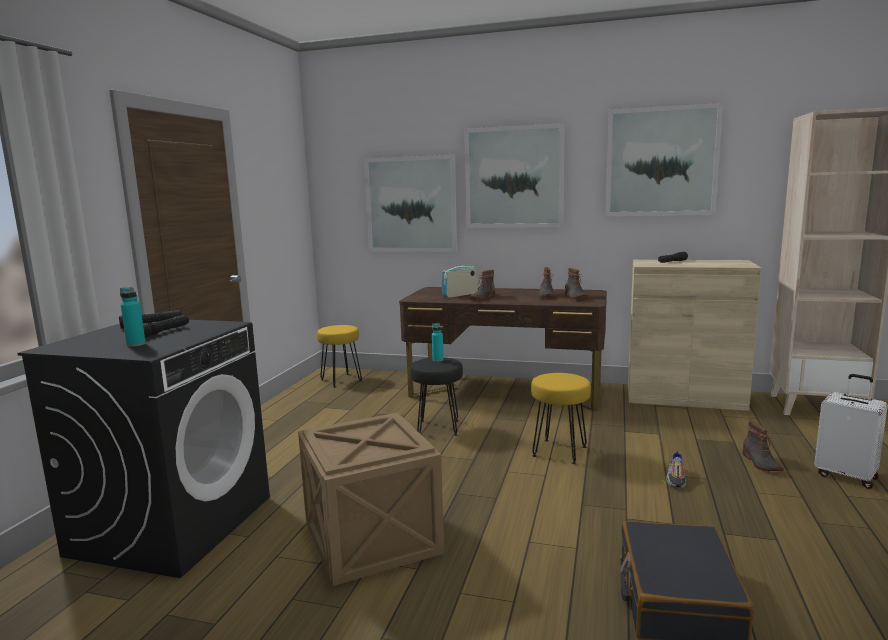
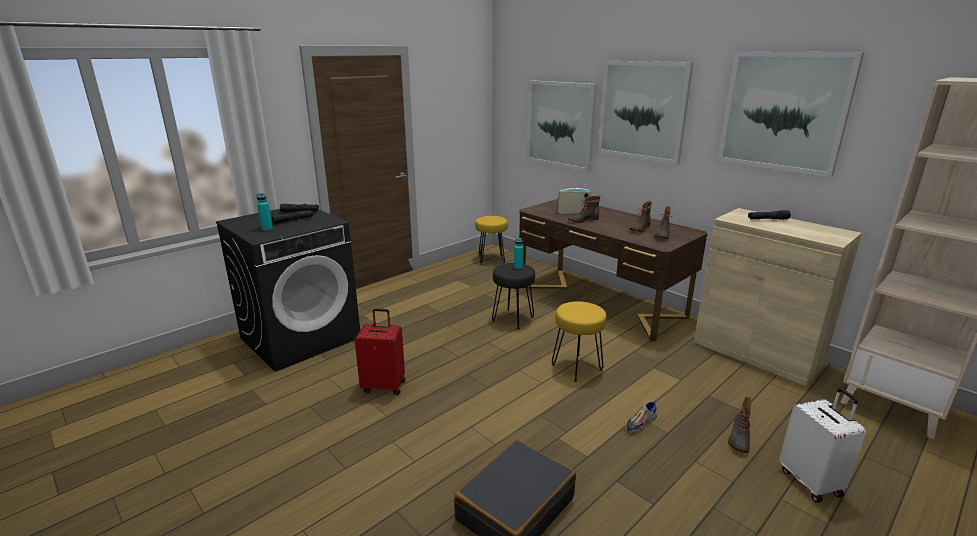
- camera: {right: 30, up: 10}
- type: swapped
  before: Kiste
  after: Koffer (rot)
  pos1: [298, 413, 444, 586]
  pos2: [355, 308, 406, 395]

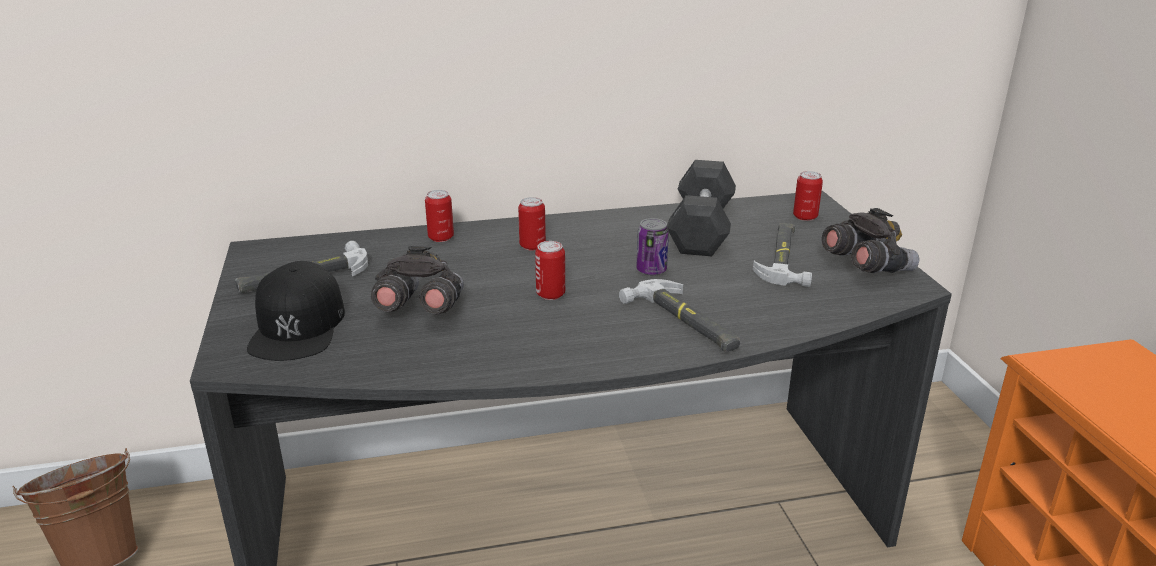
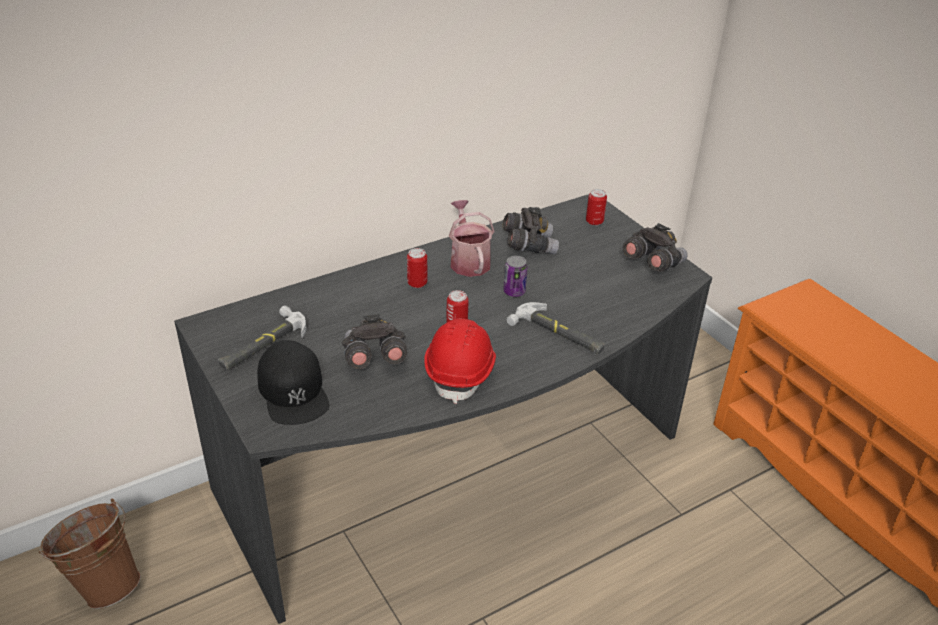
- camera: {right: -20, up: 10}
- type: new
  after: Schutzhelm (rot)
  pos2: [424, 319, 496, 404]
- type: new
  after: Gießkanne
  pos2: [449, 200, 495, 277]
- type: swapped
  before: Hantel (grau)
  after: Fernglas (grau)
  pos1: [667, 160, 736, 256]
  pos2: [503, 207, 559, 254]
- type: gone
  before: Dose
  pos1: [425, 190, 454, 242]
- type: gone
  before: Hammer
  pos1: [753, 223, 812, 287]

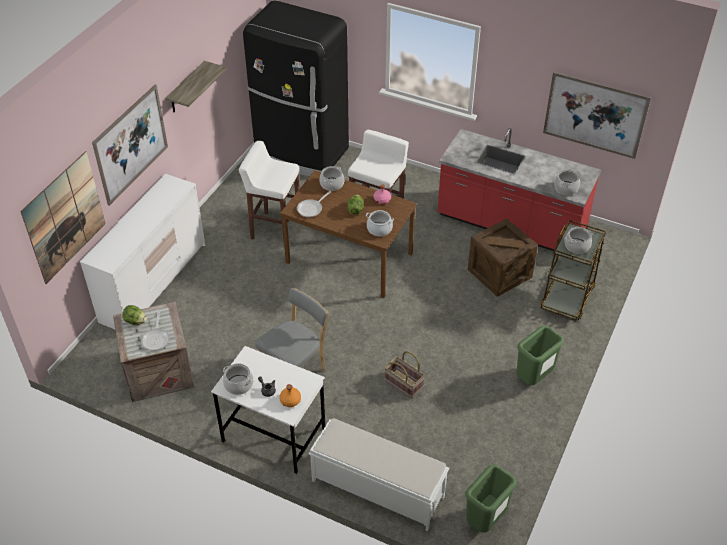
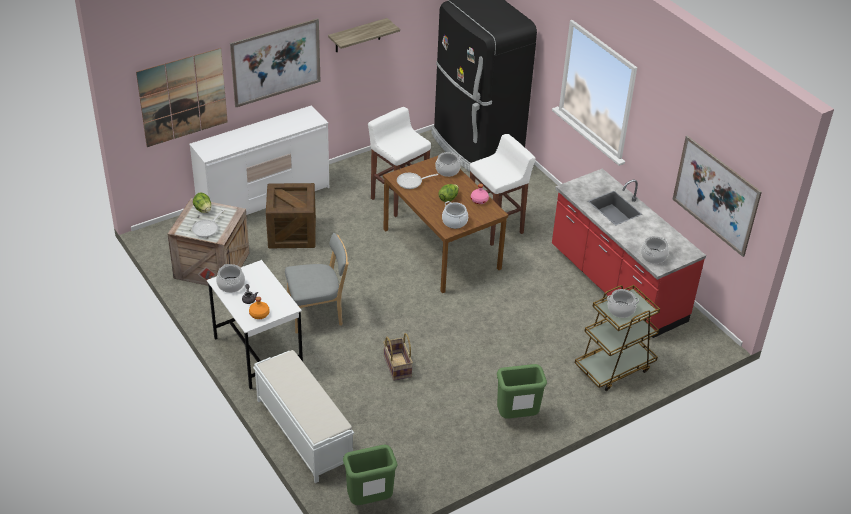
- camera: {right: 30, up: -5}
- type: shifted
  before: Kiste
  pos1: [468, 219, 538, 297]
  pos2: [266, 183, 316, 248]

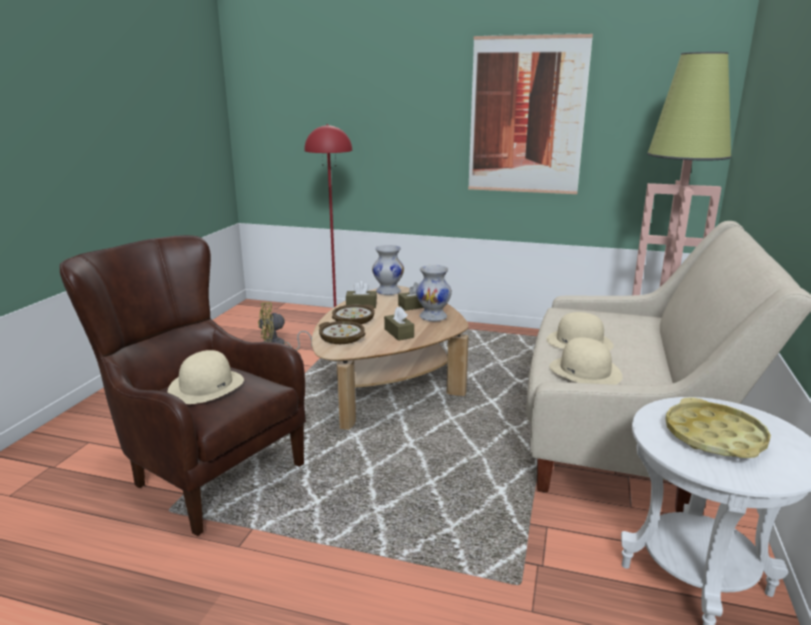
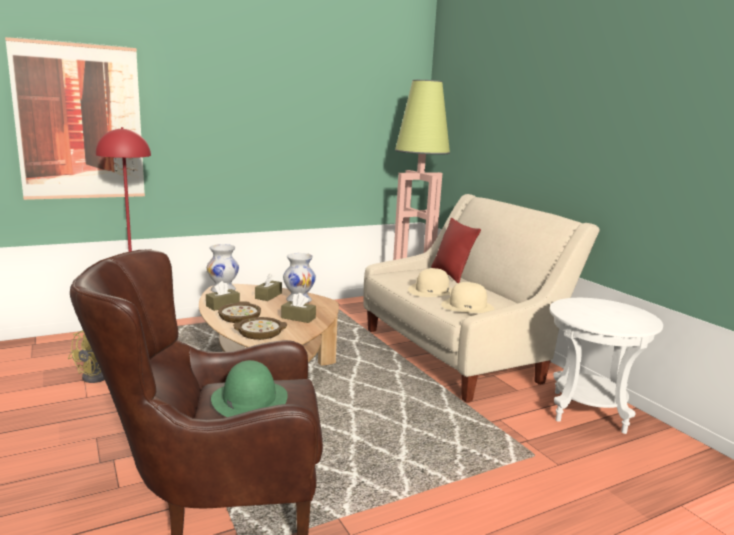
- camera: {right: -45, up: -5}
- type: shifted
  before: Bild
  pos1: [468, 33, 593, 194]
  pos2: [5, 37, 145, 200]
- type: repainted
  before: Hut (beige)
  after: Hut (grün)
  pos1: [167, 350, 244, 404]
  pos2: [211, 360, 288, 417]
- type: new
  after: Kissen (rot)
  pos2: [431, 218, 481, 283]
- type: gone
  before: Tablett (gelb)
  pos1: [665, 398, 771, 458]

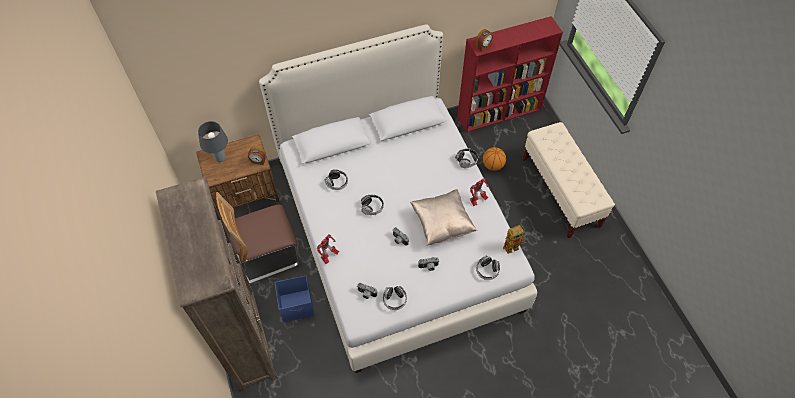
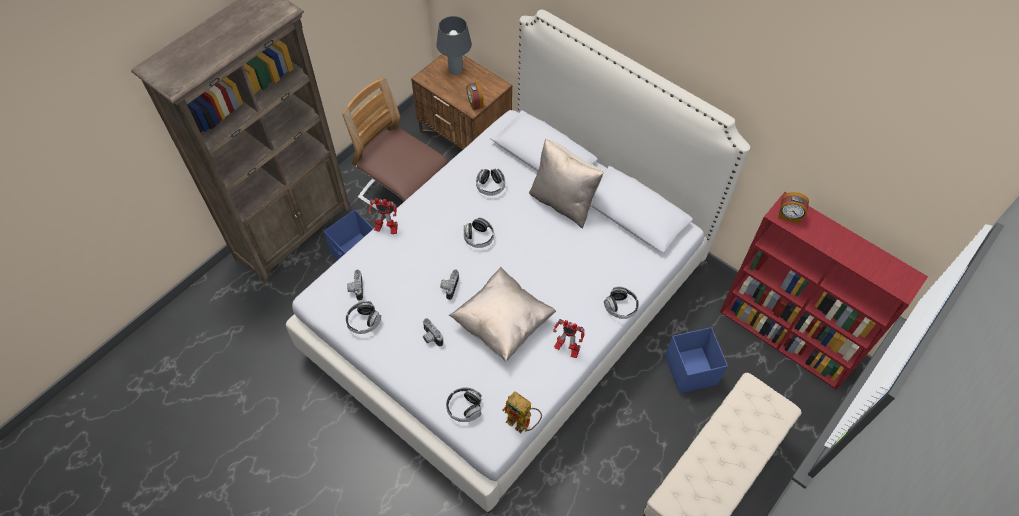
- camera: {right: 60, up: 0}
- type: new
  after: Kissen (beige)
  pos2: [529, 138, 604, 228]
- type: swapped
  before: Basketball
  after: Aufbewahrungsbox (blau)
  pos1: [483, 147, 506, 171]
  pos2: [665, 327, 728, 394]

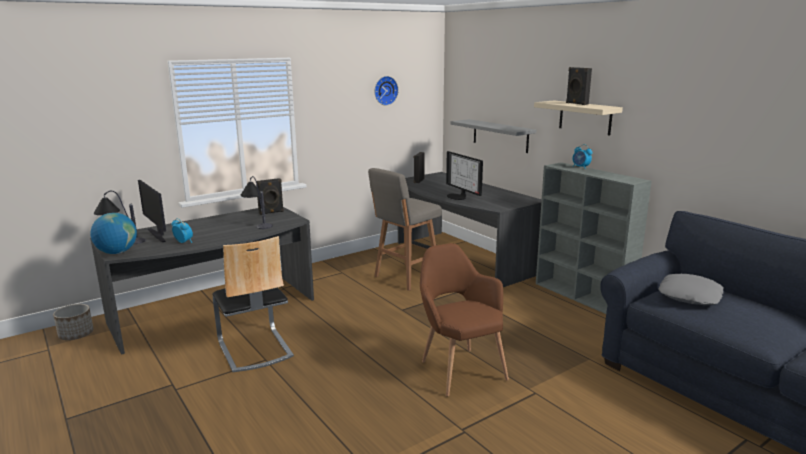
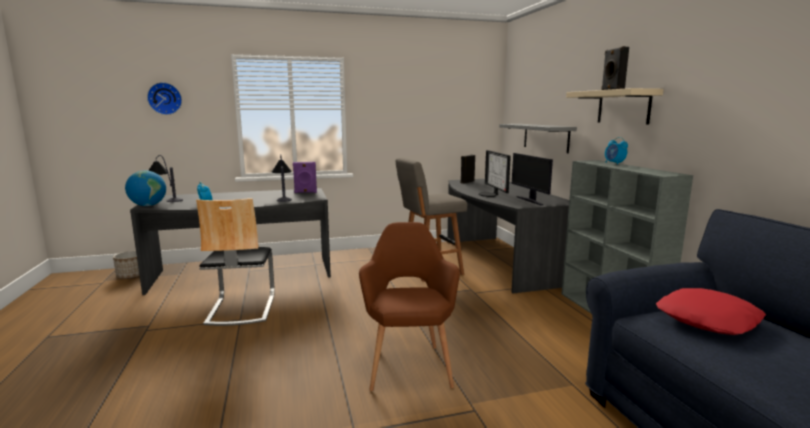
- camera: {right: 20, up: -5}
- type: shifted
  before: Wanduhr
  pos1: [374, 76, 398, 106]
  pos2: [147, 82, 182, 115]
- type: repainted
  before: Lautsprecher (schwarz)
  after: Lautsprecher (lila)
  pos1: [256, 178, 284, 215]
  pos2: [293, 162, 317, 193]
- type: shifted
  before: Monitor
  pos1: [138, 180, 166, 242]
  pos2: [512, 153, 553, 205]
- type: repainted
  before: Kissen (grau)
  after: Kissen (rot)
  pos1: [658, 274, 723, 305]
  pos2: [656, 288, 766, 335]

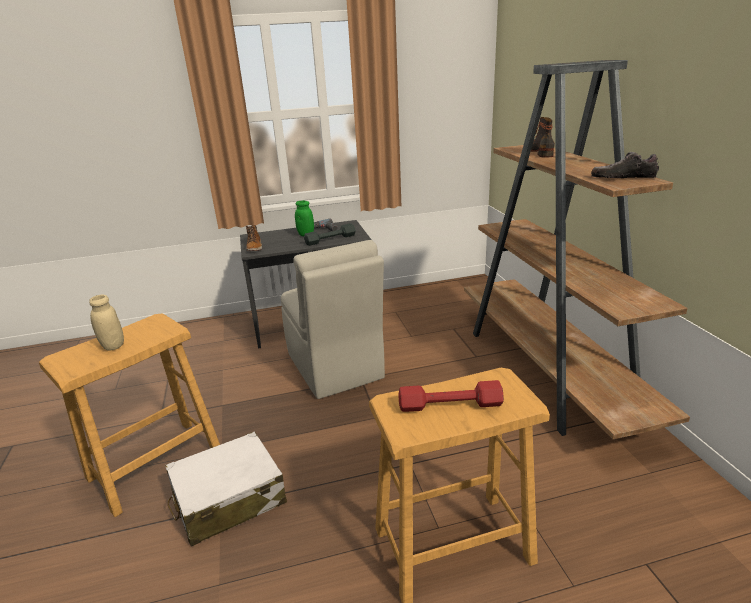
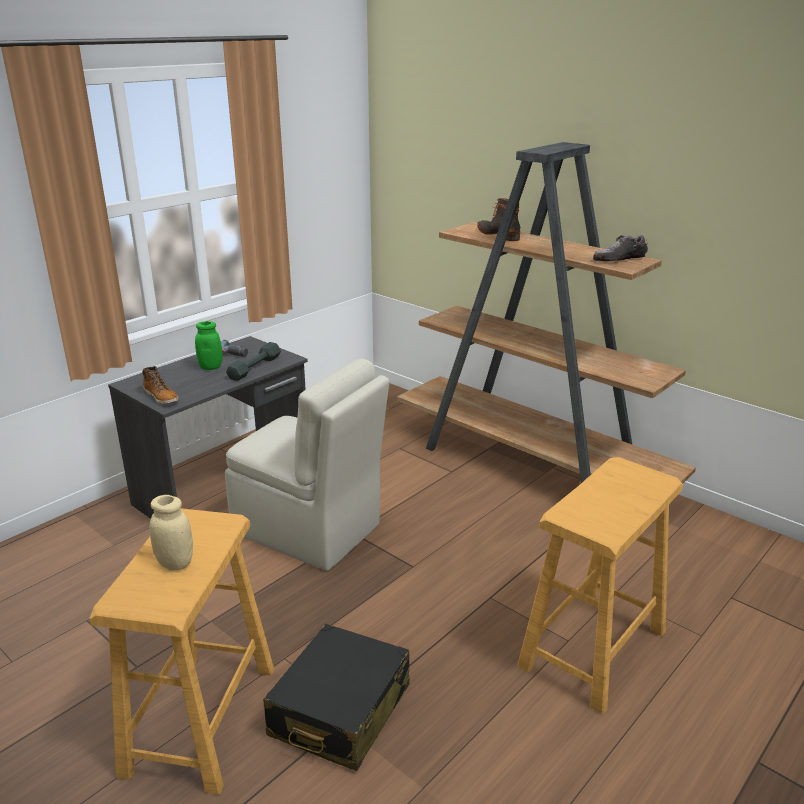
- camera: {right: -35, up: 0}
- type: repainted
  before: Koffer (weiß)
  after: Koffer (schwarz)
  pos1: [165, 431, 287, 547]
  pos2: [263, 624, 410, 771]
- type: gone
  before: Hantel (rot)
  pos1: [399, 380, 504, 412]

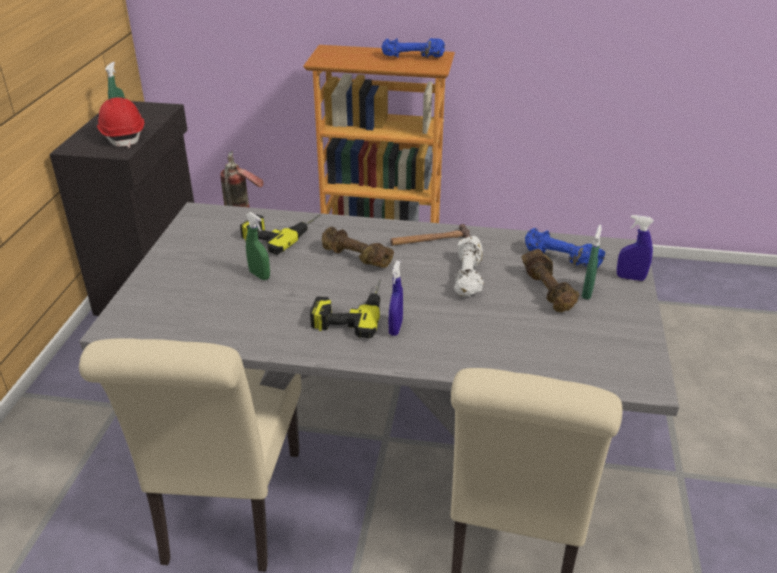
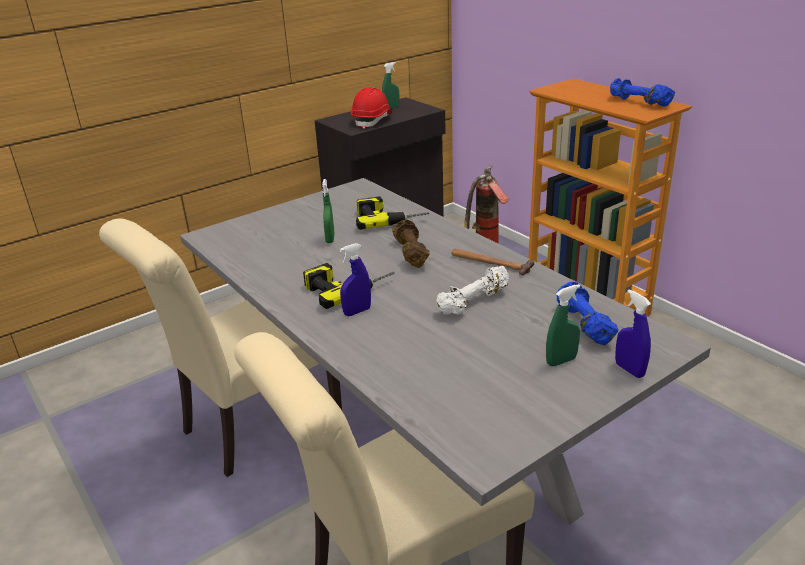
- camera: {right: 45, up: -5}
- type: gone
  before: Hantel (braun)
  pos1: [522, 249, 579, 312]

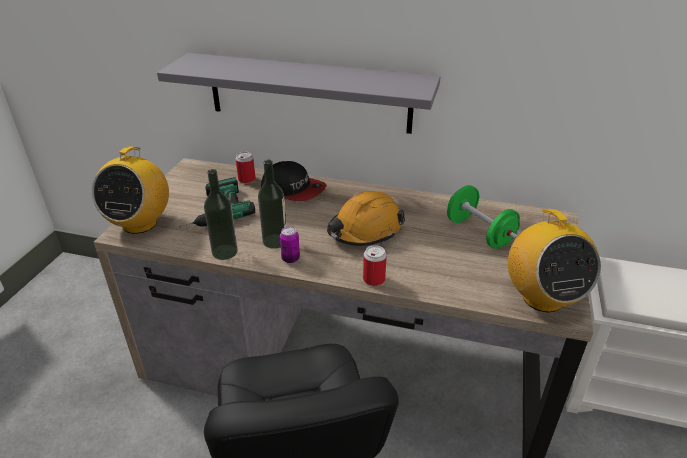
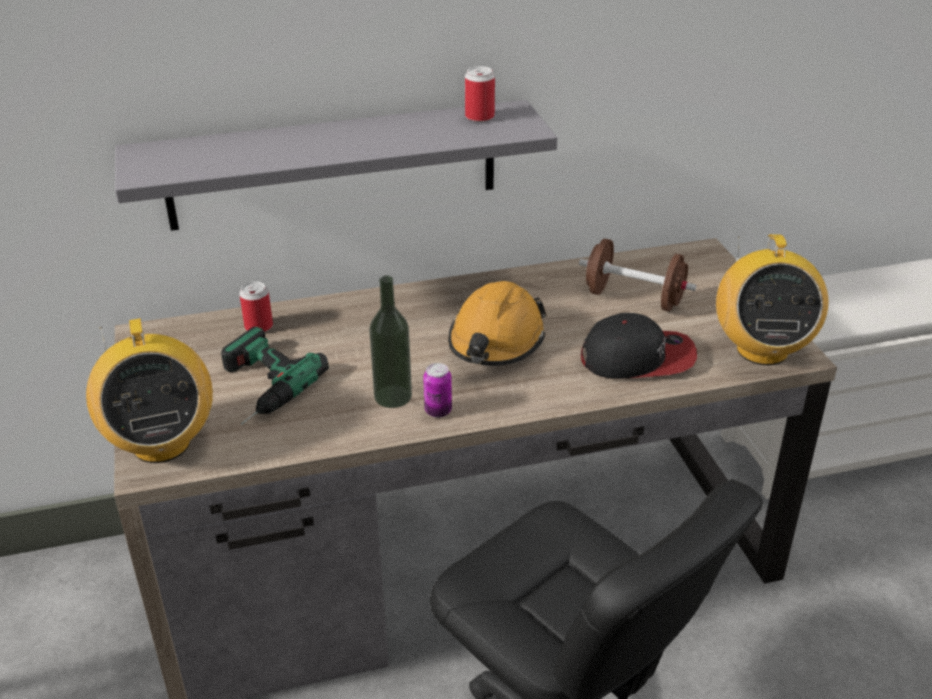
- camera: {right: -30, up: 0}
- type: shifted
  before: Dose
  pos1: [363, 245, 387, 286]
  pos2: [465, 66, 495, 122]
- type: repainted
  before: Hantel (grün)
  after: Hantel (braun)
  pos1: [447, 185, 520, 249]
  pos2: [579, 239, 697, 311]
- type: shifted
  before: Kappe
  pos1: [261, 161, 327, 201]
  pos2: [581, 313, 697, 379]
- type: rotated
  before: Radio
  pos1: [508, 209, 601, 312]
  pos2: [716, 234, 828, 365]
  turn: 45
- type: gone
  before: Flasche
  pos1: [204, 169, 238, 260]

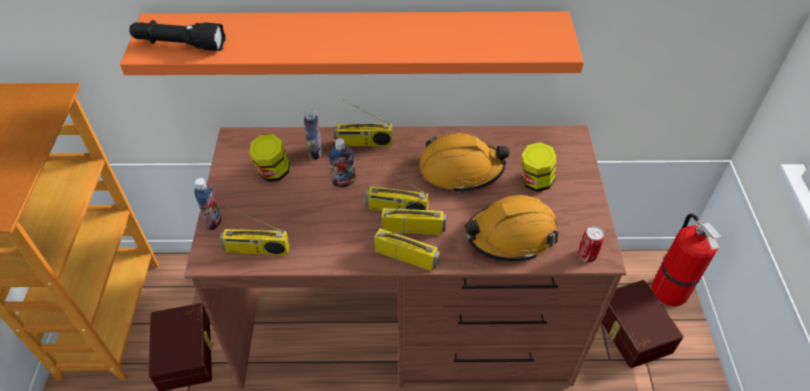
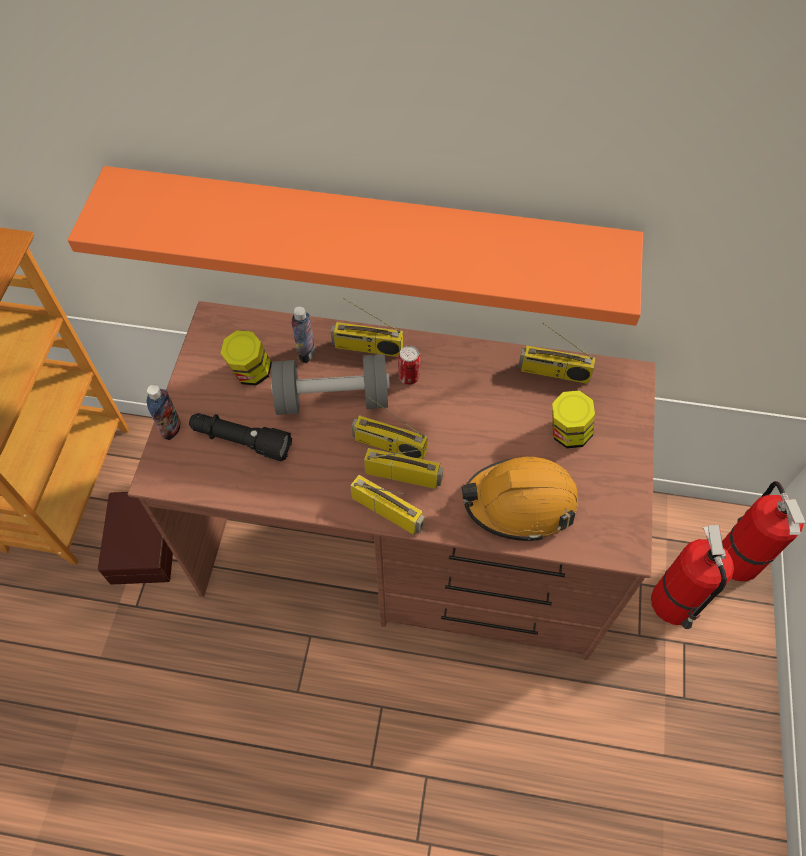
- camera: {right: 10, up: 10}
- type: shifted
  before: Taschenlampe (schwarz)
  pos1: [129, 20, 225, 51]
  pos2: [189, 413, 292, 461]
- type: swapped
  before: Flasche
  after: Hantel (grau)
  pos1: [329, 138, 356, 187]
  pos2: [271, 354, 390, 415]
- type: shifted
  before: Dose
  pos1: [578, 226, 605, 262]
  pos2: [398, 345, 421, 385]
- type: shifted
  before: Radio
  pos1: [220, 206, 290, 255]
  pos2: [518, 323, 595, 384]
- type: swapped
  before: Aufbewahrungsbox (braun)
  after: Feuerlöscher
  pos1: [602, 280, 683, 368]
  pos2: [651, 525, 734, 629]
- type: gone
  before: Schutzhelm (orange)
  pos1: [419, 133, 510, 193]

